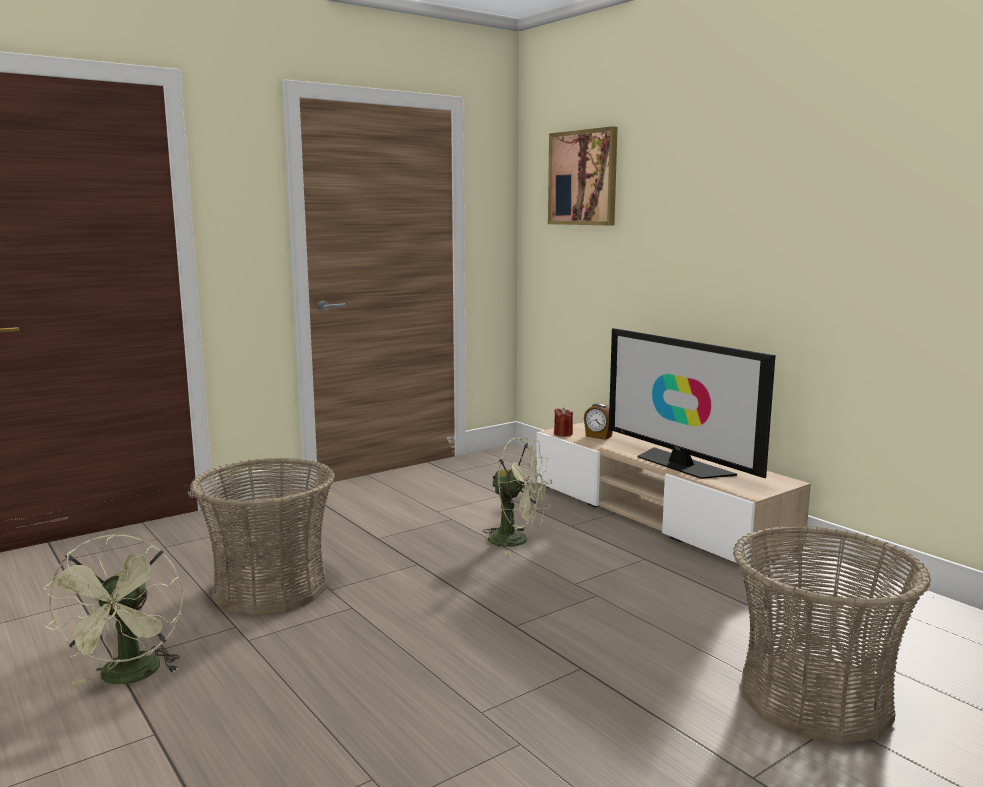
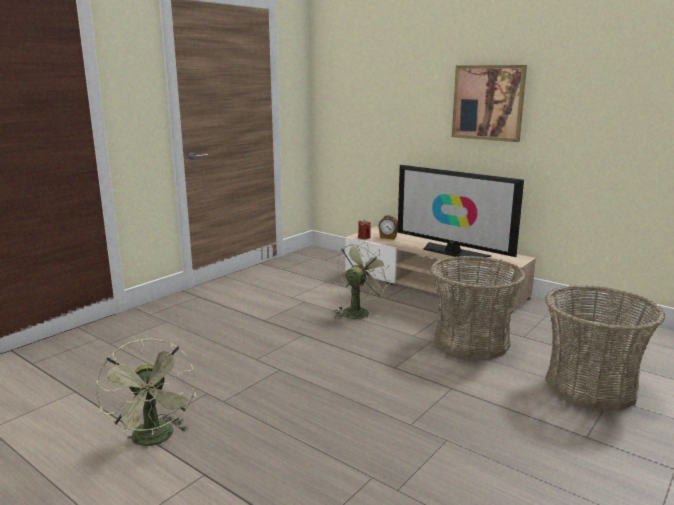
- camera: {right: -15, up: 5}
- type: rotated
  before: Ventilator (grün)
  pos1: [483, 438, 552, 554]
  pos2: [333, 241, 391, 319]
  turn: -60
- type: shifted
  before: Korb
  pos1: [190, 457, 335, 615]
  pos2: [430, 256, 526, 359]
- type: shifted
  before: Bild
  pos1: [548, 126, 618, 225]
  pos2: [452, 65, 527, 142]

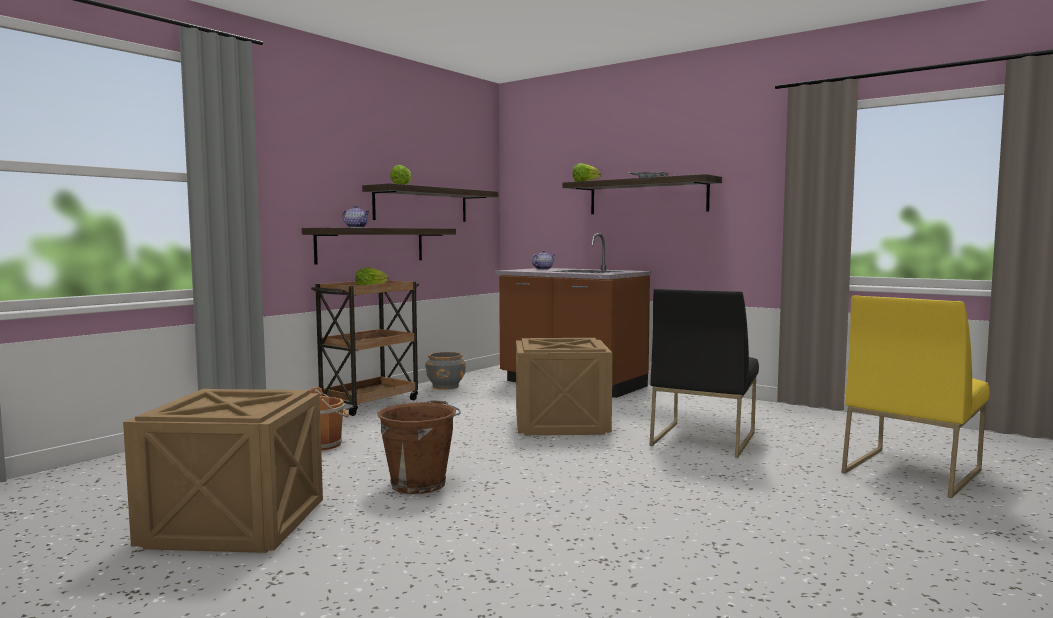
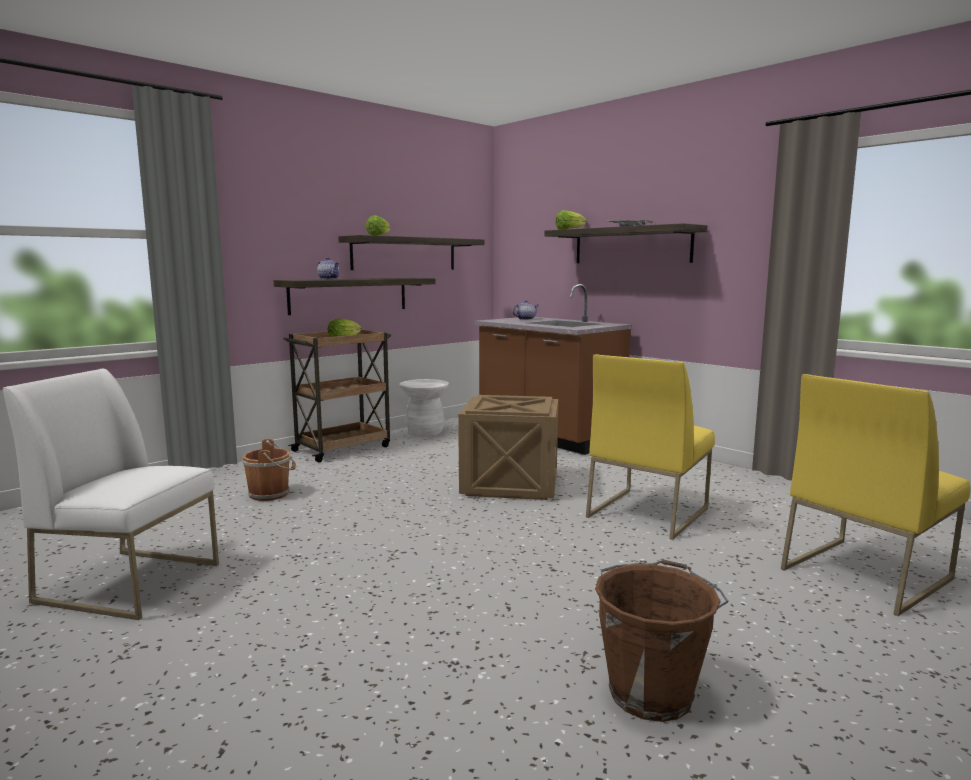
- camera: {right: 10, up: 5}
- type: swapped
  before: Kiste
  after: Stuhl (weiß)
  pos1: [123, 389, 323, 553]
  pos2: [3, 369, 219, 620]
- type: swapped
  before: Pflanzkübel (grau)
  after: Hocker (weiß)
  pos1: [425, 352, 466, 390]
  pos2: [399, 379, 449, 437]
- type: repainted
  before: Stuhl (schwarz)
  after: Stuhl (gelb)
  pos1: [650, 289, 759, 458]
  pos2: [586, 354, 715, 540]
- type: shifted
  before: Eimer (braun)
  pos1: [377, 400, 461, 494]
  pos2: [595, 559, 729, 722]

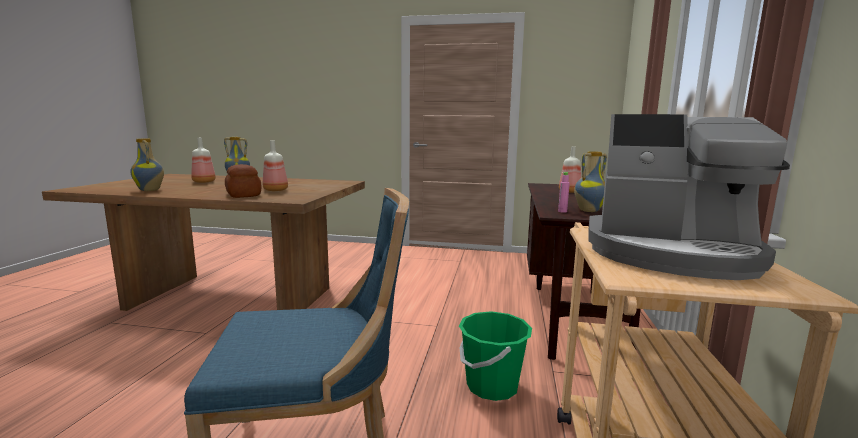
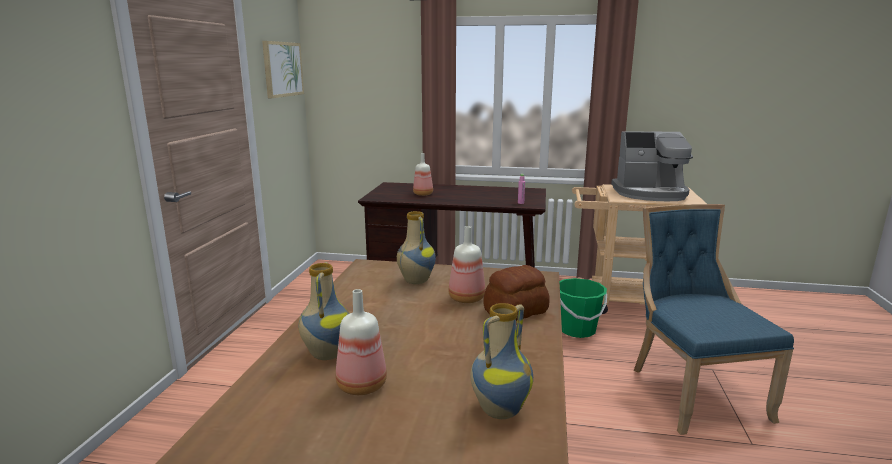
- camera: {right: -90, up: 5}
- type: new
  after: Bild
  pos2: [262, 41, 304, 98]
- type: shifted
  before: Vase
  pos1: [574, 151, 607, 212]
  pos2: [397, 211, 436, 284]
- type: rotated
  before: Kaffeemaschine
  pos1: [588, 114, 790, 280]
  pos2: [611, 131, 693, 201]
  turn: 75

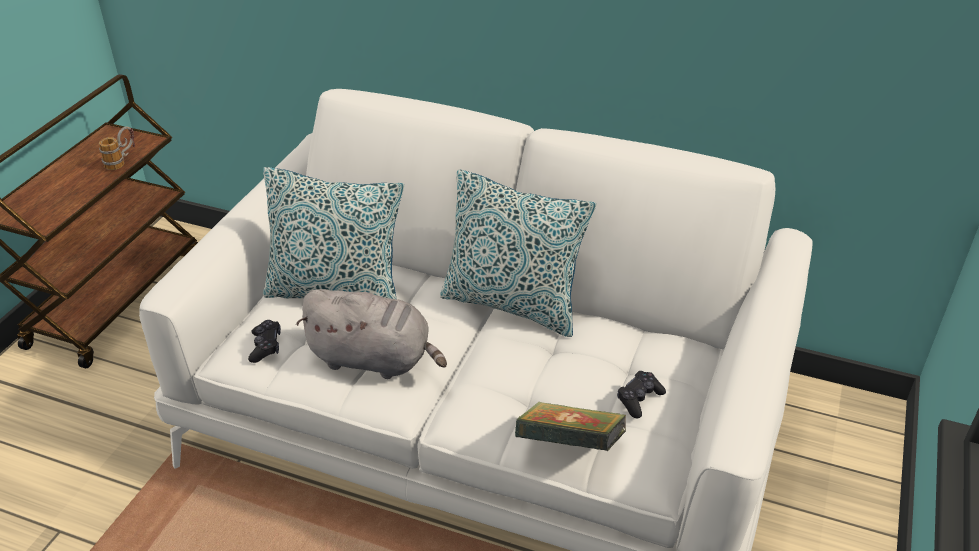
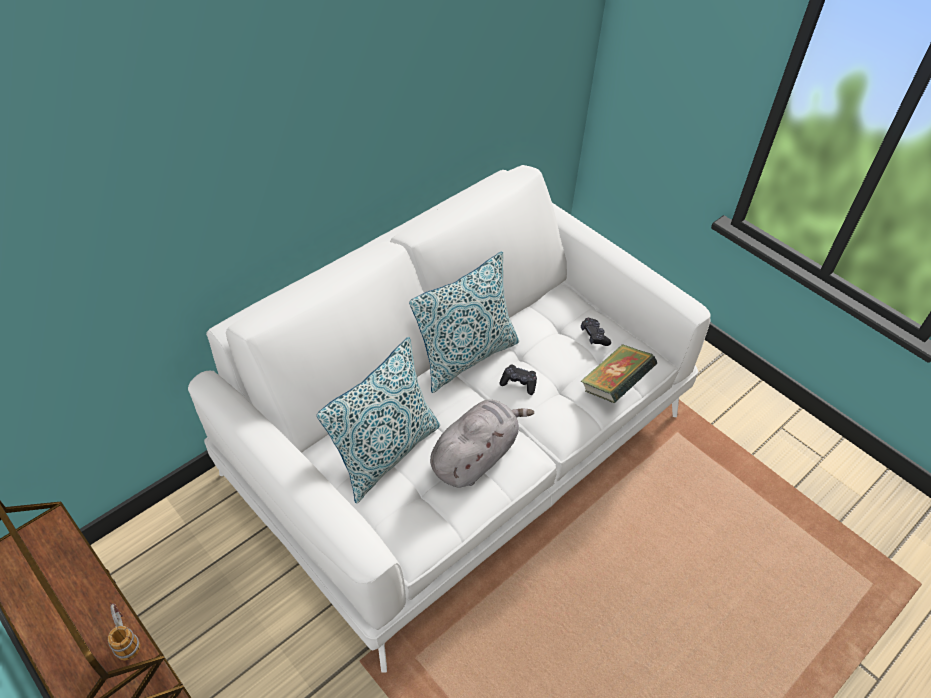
- camera: {right: -65, up: 10}
- type: shifted
  before: Henkelbecher
  pos1: [99, 126, 135, 170]
  pos2: [108, 603, 140, 661]
- type: shifted
  before: Gamepad (schwarz)
  pos1: [248, 320, 281, 363]
  pos2: [500, 365, 537, 395]

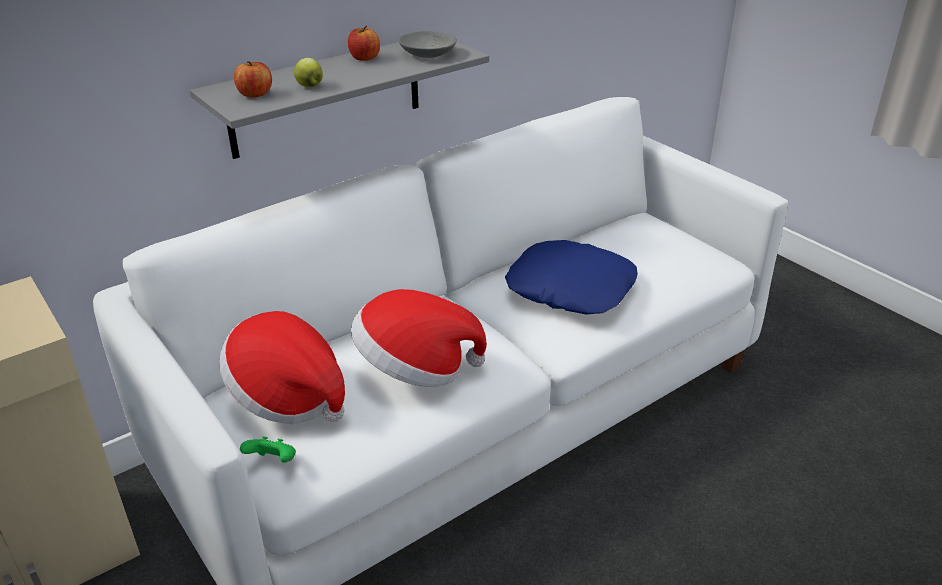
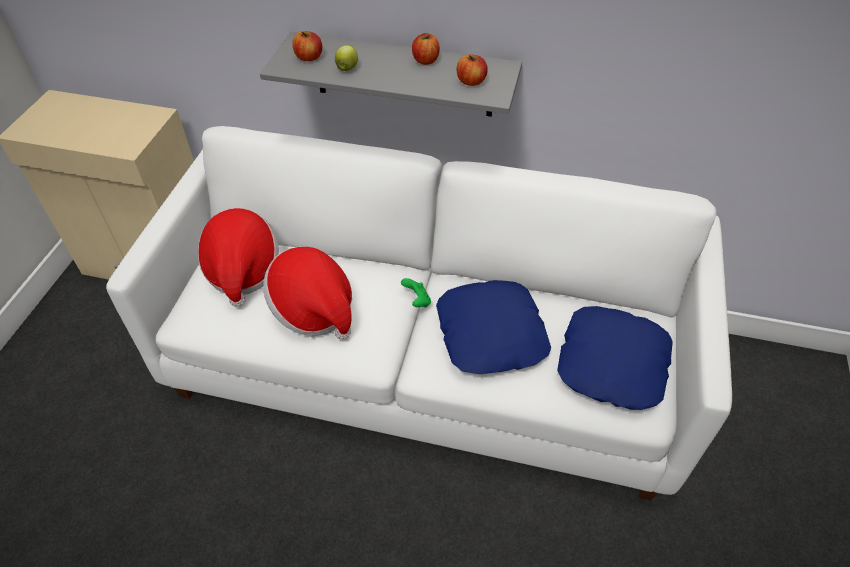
- camera: {right: 50, up: 15}
- type: shifted
  before: Gamepad (grün)
  pos1: [240, 436, 296, 463]
  pos2: [401, 278, 431, 307]
- type: swapped
  before: Schüssel (grau)
  after: Apfel
  pos1: [398, 31, 457, 58]
  pos2: [457, 54, 488, 86]
- type: new
  after: Kissen (blau)
  pos2: [557, 306, 673, 410]

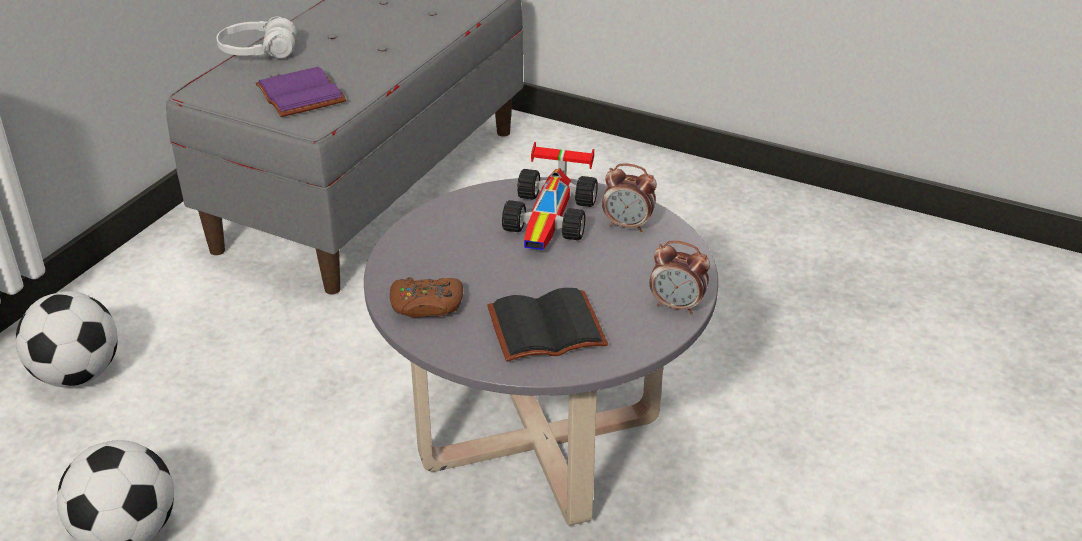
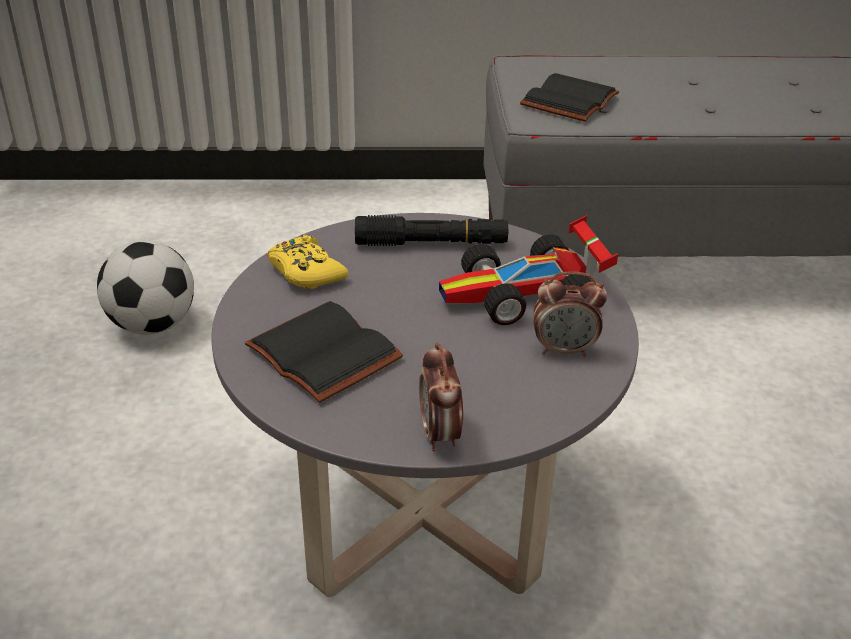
- camera: {right: 60, up: 0}
- type: repainted
  before: Gamepad (braun)
  after: Gamepad (gelb)
  pos1: [390, 277, 463, 318]
  pos2: [267, 234, 349, 289]
- type: new
  after: Taschenlampe (schwarz)
  pos2: [355, 215, 509, 246]
- type: repainted
  before: Buch (lila)
  after: Buch (schwarz)
  pos1: [256, 67, 347, 117]
  pos2: [520, 73, 619, 122]
- type: rotated
  before: Wecker
  pos1: [602, 164, 657, 232]
  pos2: [533, 271, 607, 357]
  turn: -75
- type: gone
  before: Fußball
  pos1: [16, 291, 118, 387]
- type: gone
  before: Kopfhörer (weiß)
  pos1: [216, 16, 296, 58]

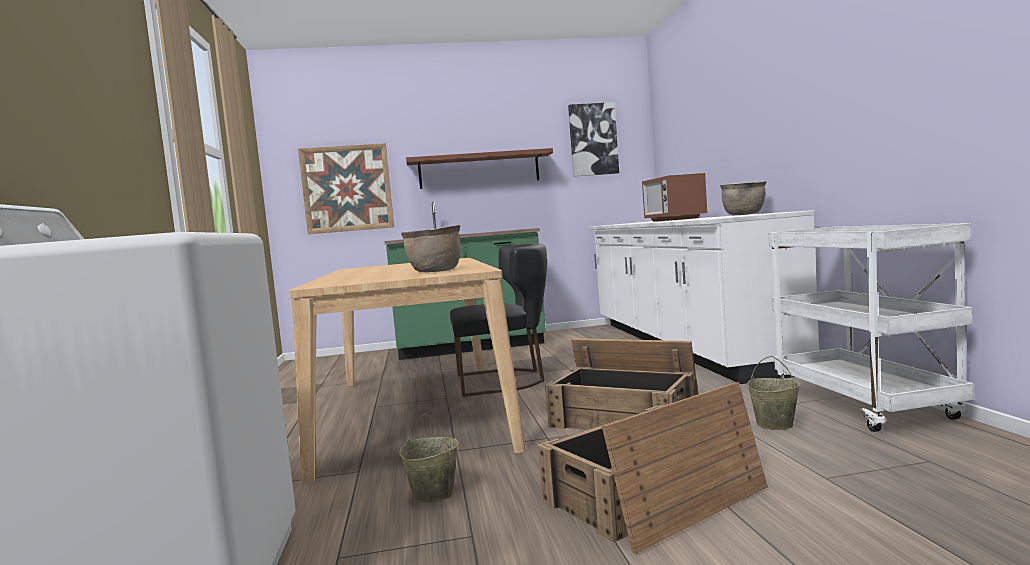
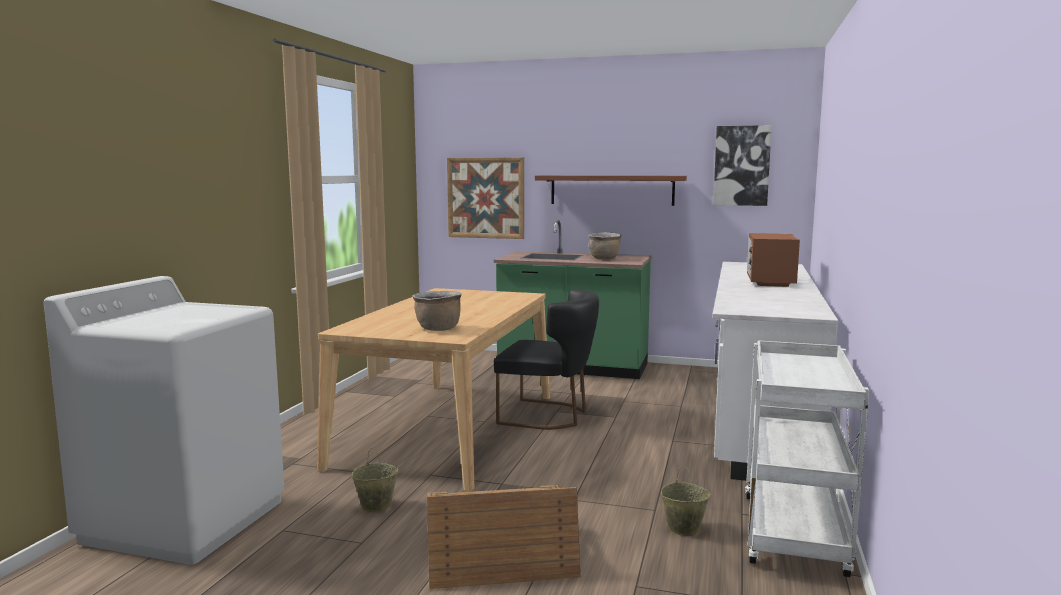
- camera: {right: 25, up: 5}
- type: shifted
  before: Kochtopf (braun)
  pos1: [720, 181, 766, 215]
  pos2: [589, 232, 622, 259]
- type: gone
  before: Kiste
  pos1: [545, 338, 698, 430]

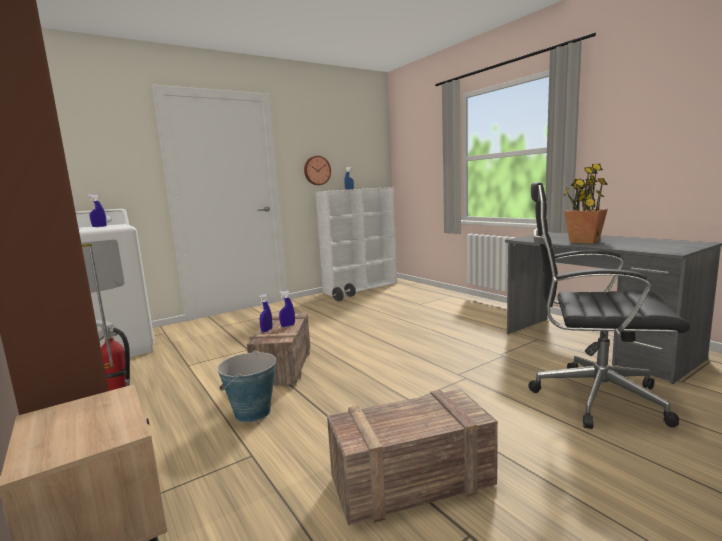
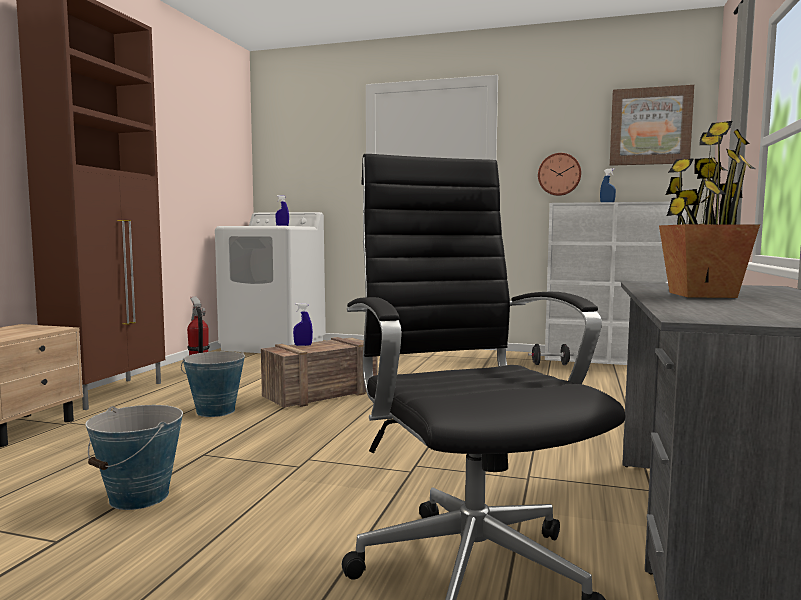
- camera: {right: 50, up: -5}
- type: swapped
  before: Kiste
  after: Eimer
  pos1: [327, 389, 498, 525]
  pos2: [86, 405, 183, 510]
- type: new
  after: Bild
  pos2: [610, 85, 694, 166]
- type: gone
  before: Sprühflasche (blau)
  pos1: [279, 290, 295, 327]

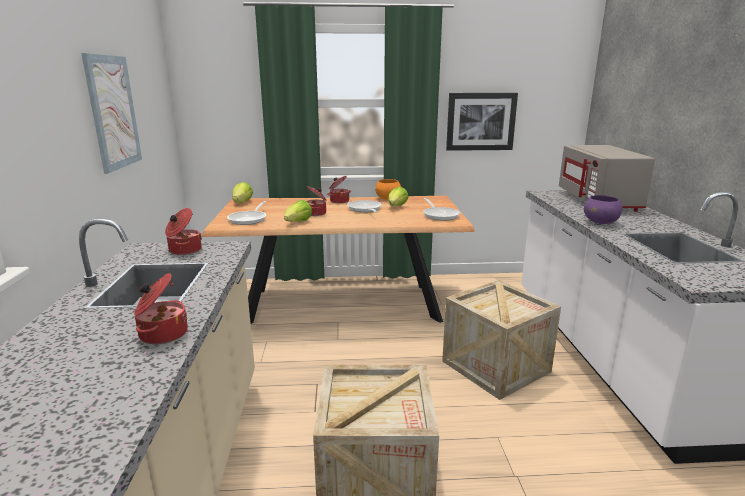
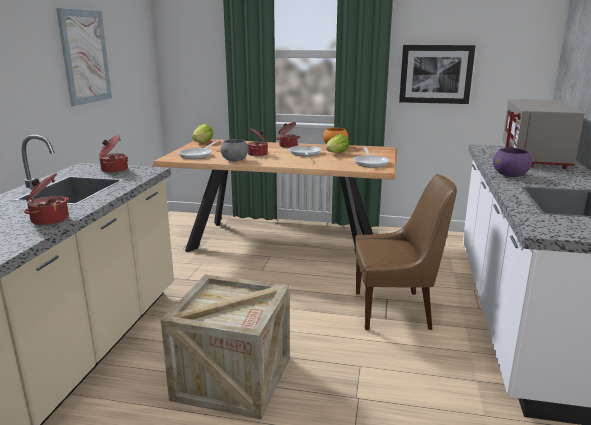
- camera: {right: 15, up: 0}
- type: swapped
  before: Salatkopf
  after: Schüssel (grau)
  pos1: [284, 200, 312, 222]
  pos2: [220, 139, 248, 162]
- type: swapped
  before: Kiste
  after: Stuhl (braun)
  pos1: [442, 280, 561, 400]
  pos2: [355, 174, 457, 330]

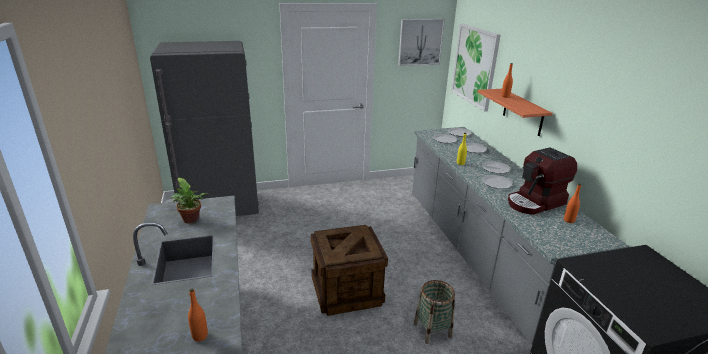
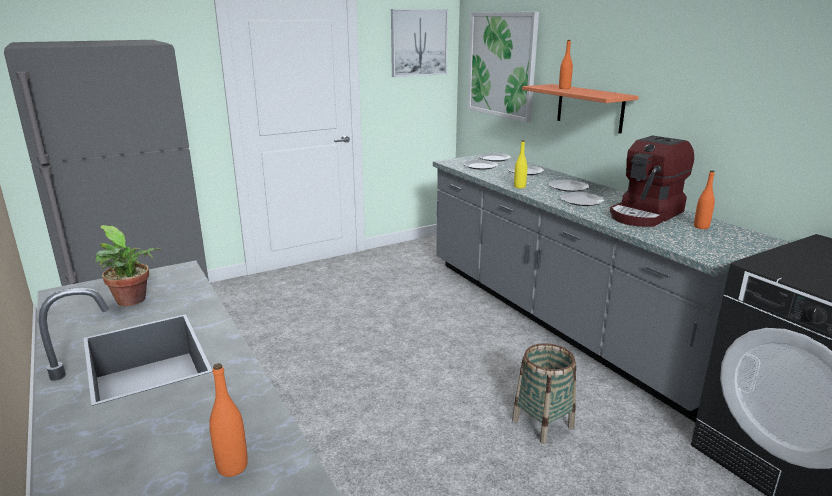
- camera: {right: -15, up: -5}
- type: gone
  before: Kiste
  pos1: [311, 225, 388, 316]

